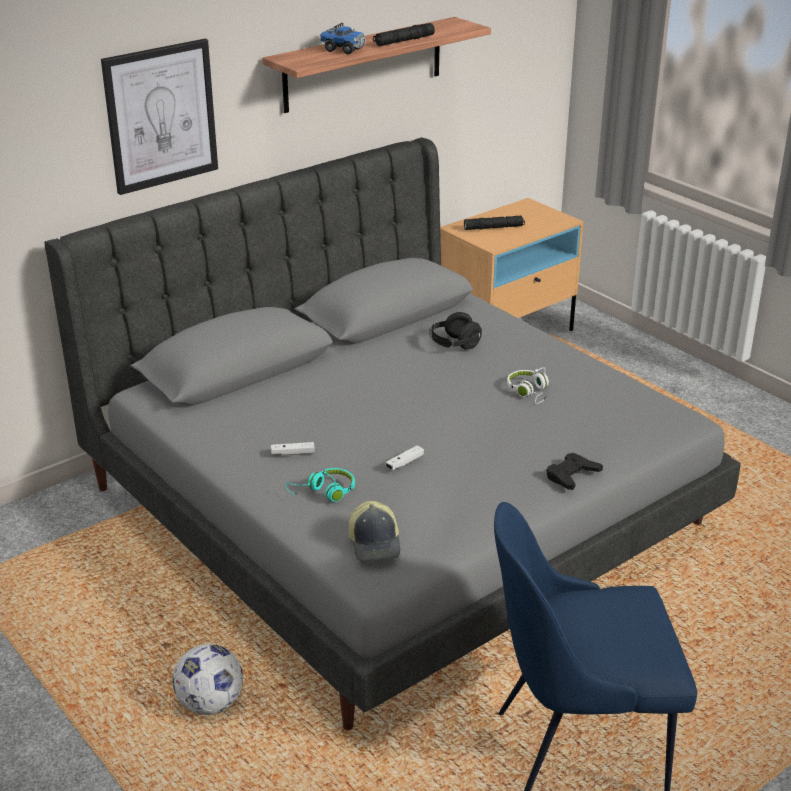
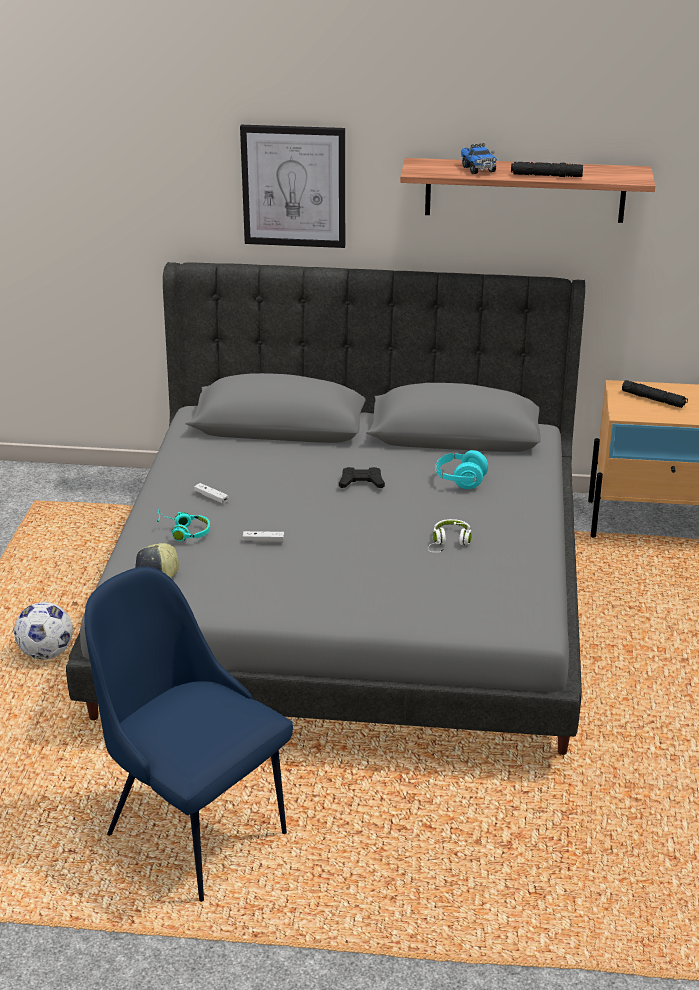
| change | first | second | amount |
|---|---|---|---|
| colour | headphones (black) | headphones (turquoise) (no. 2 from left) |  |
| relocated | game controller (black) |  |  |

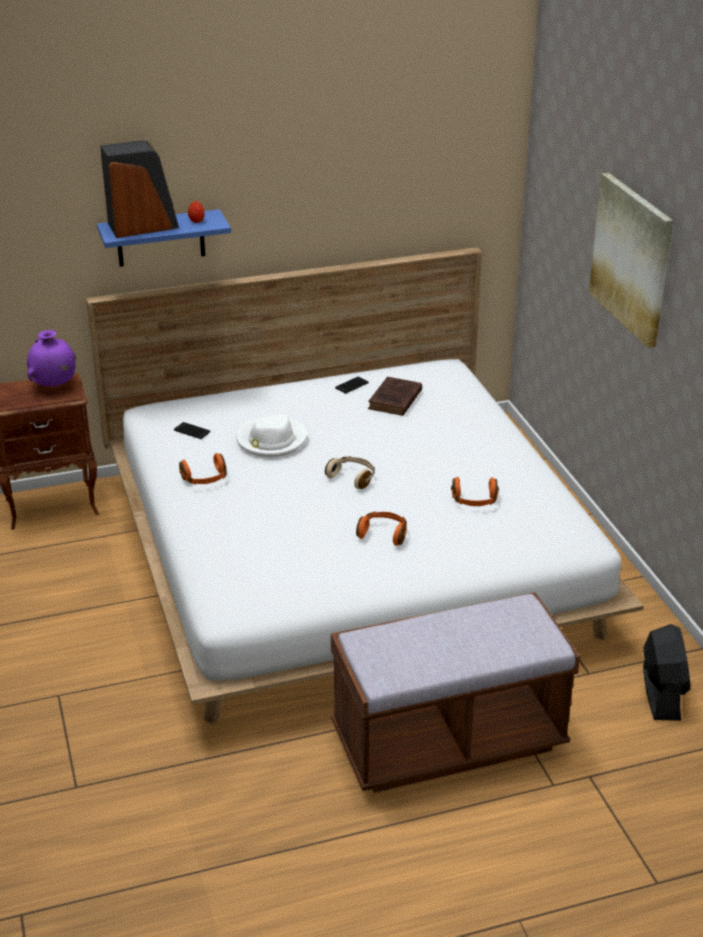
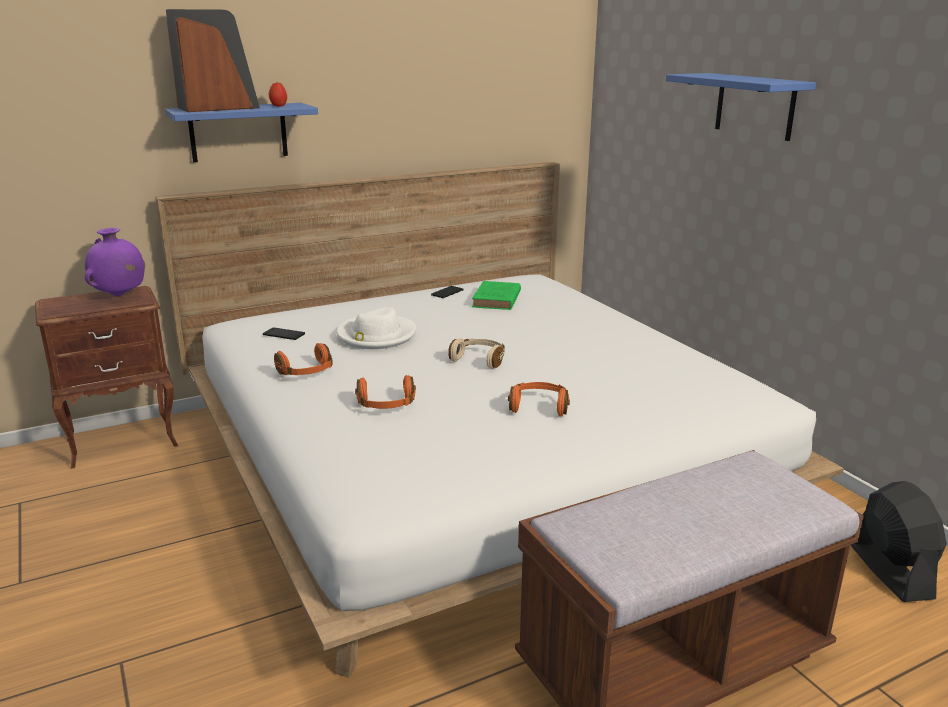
| change | first | second | amount |
|---|---|---|---|
| exchanged | picture | shelf (blue) (no. 2 from left) |  |
| colour | book (brown) | book (green) |  |
| relocated | headphones (orange) (no. 3 from left in the first image) | headphones (orange) (no. 2 from left) |  |

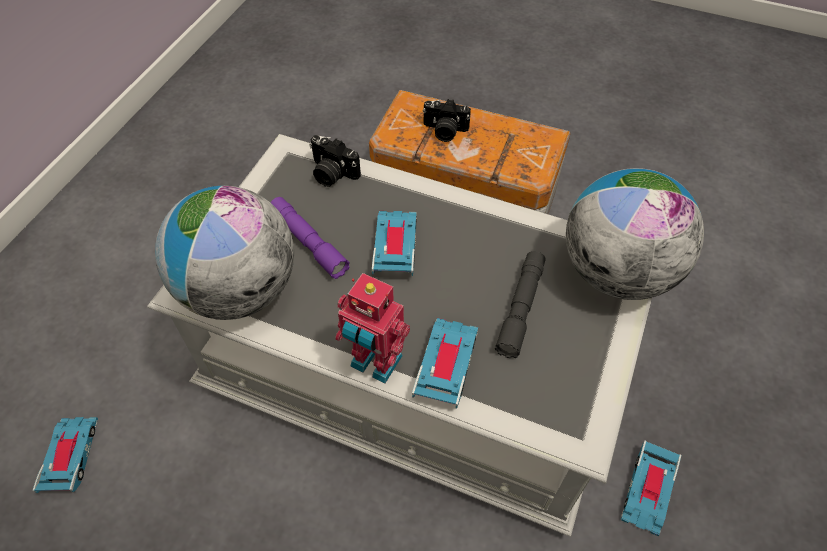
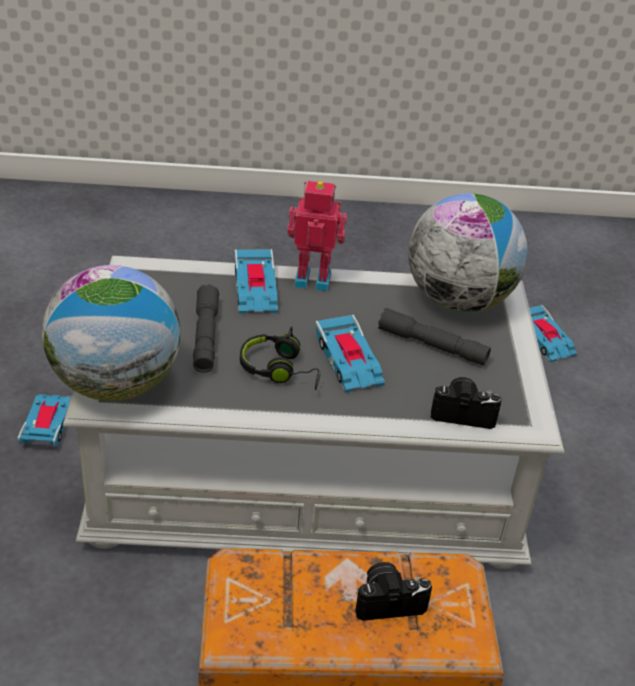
| change | first | second | amount |
|---|---|---|---|
| colour | flashlight (purple) | flashlight (grey) (no. 2 from left) |  |
| appeared |  | headphones (black) |  |

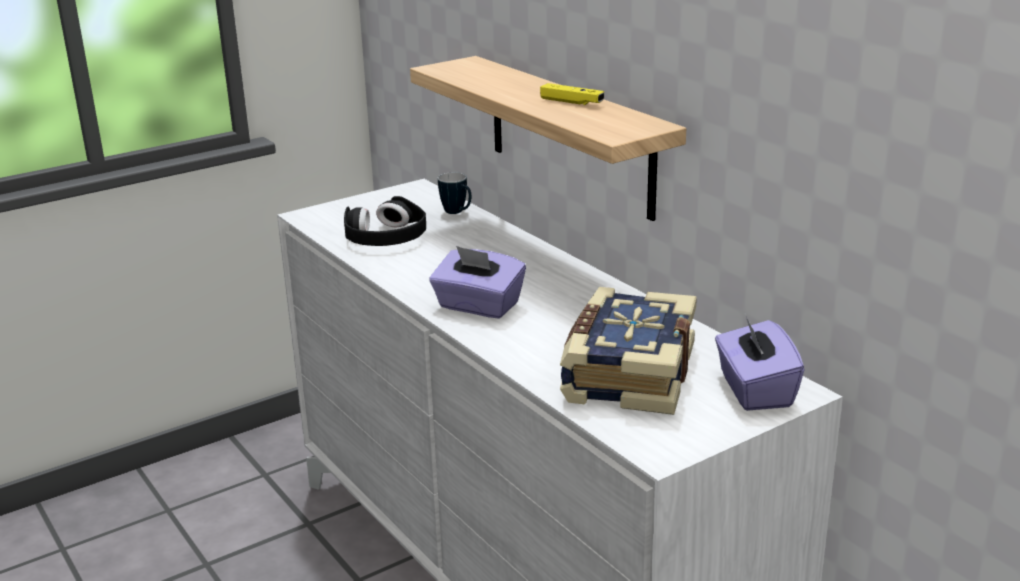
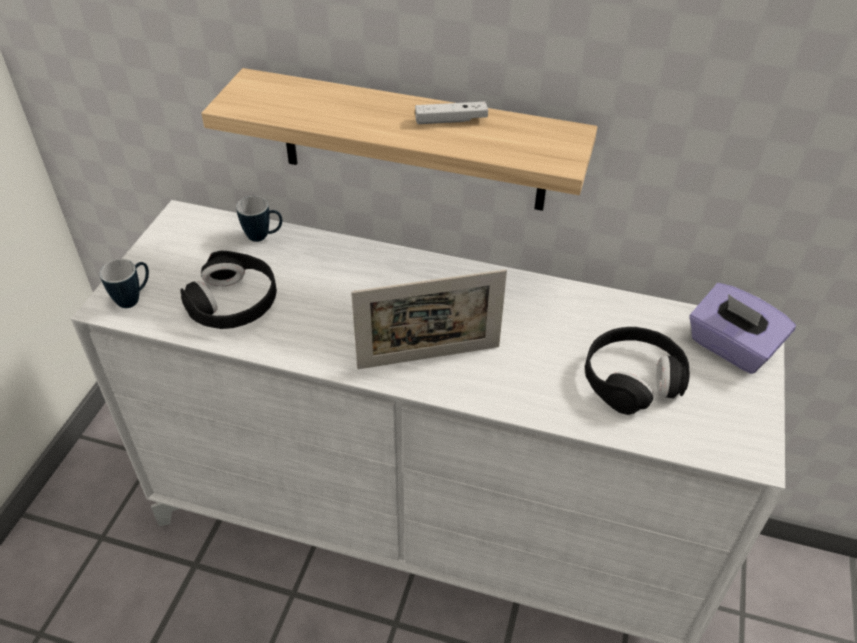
| change | first | second | amount |
|---|---|---|---|
| colour | game controller (yellow) | game controller (white) |  |
| exchanged | tissue box (purple) (no. 1 from left) | picture frame |  |
| exchanged | book | headphones (black) (no. 2 from left) |  |
| appeared |  | mug (no. 1 from left) |  |

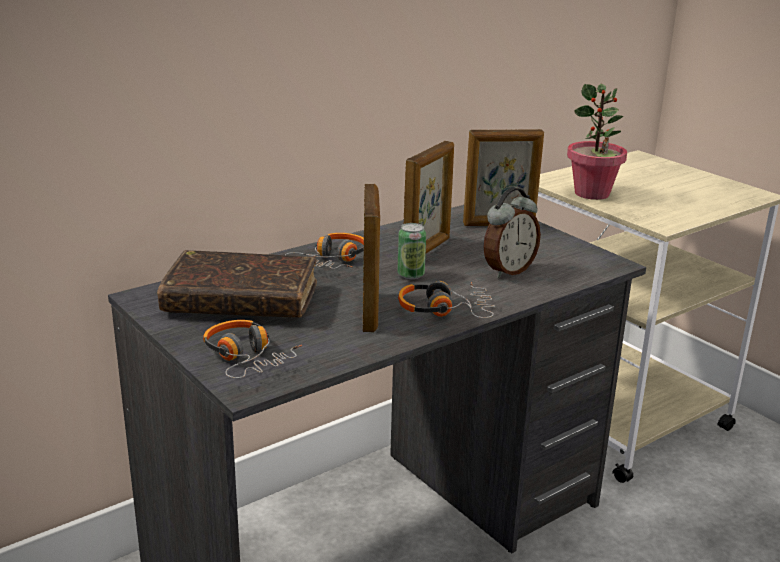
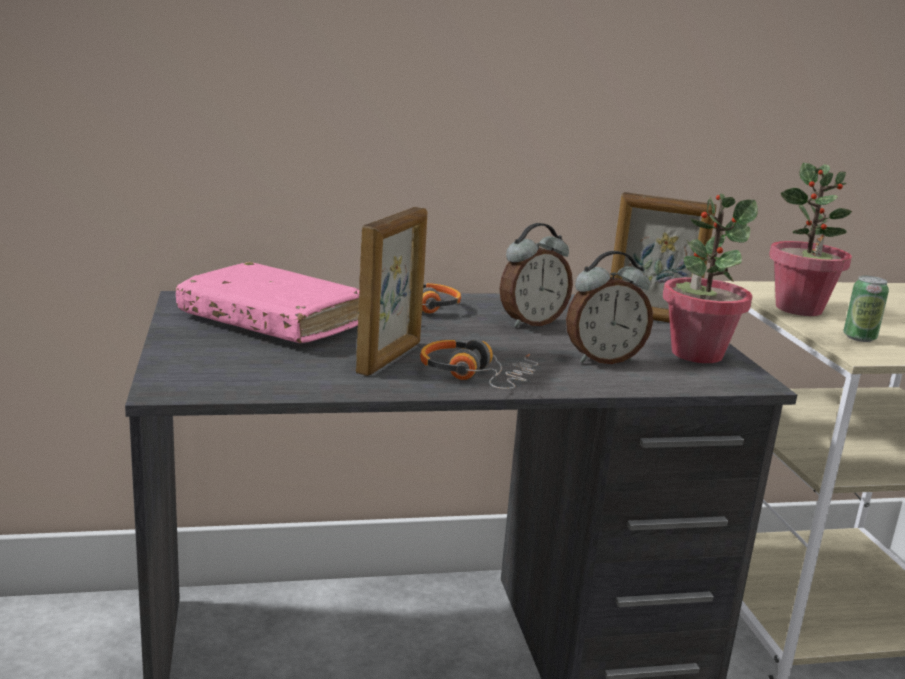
| change | first | second | amount |
|---|---|---|---|
| exchanged | picture frame (no. 2 from left) | alarm clock (no. 1 from left) |  |
| relocated | can |  |  |
| colour | book (brown) | book (pink) |  |
| missing | headphones (no. 1 from left) |  |  |
| appeared |  | potted plant (no. 1 from left) |  |

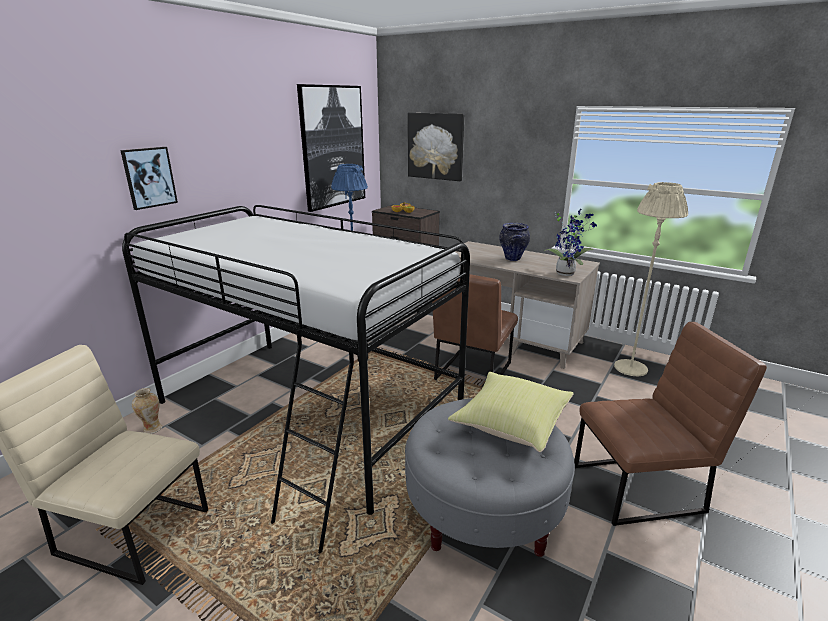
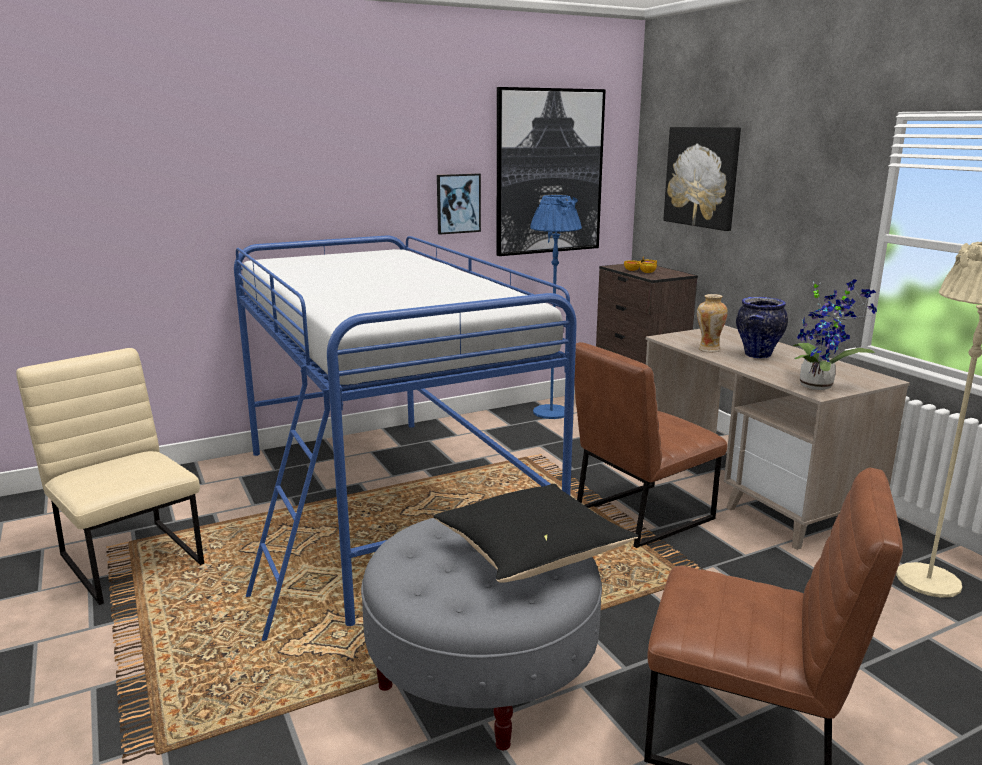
| change | first | second | amount |
|---|---|---|---|
| relocated | picture (no. 1 from left) |  |  |
| colour | bed (black) | bed (blue) |  |
| colour | pillow (yellow) | pillow (black) |  |
| relocated | vase (no. 1 from left) |  |  |

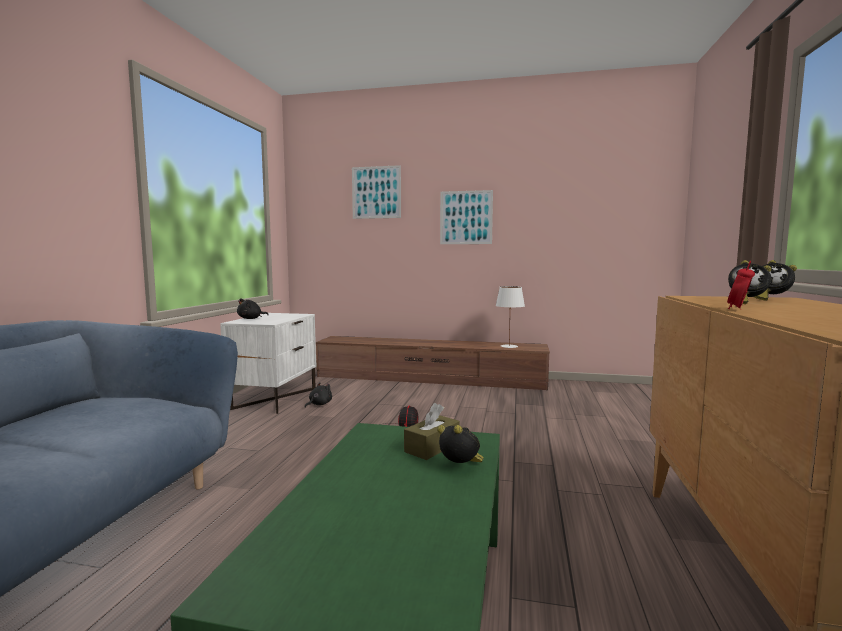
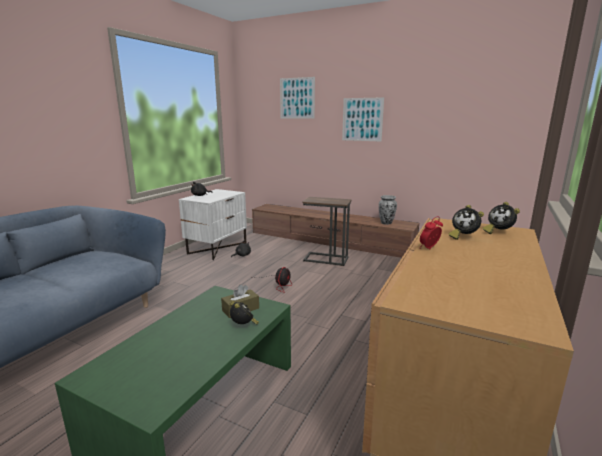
| change | first | second | amount |
|---|---|---|---|
| exchanged | table lamp (white) | vase |  |
| appeared |  | side table (brown) |  |

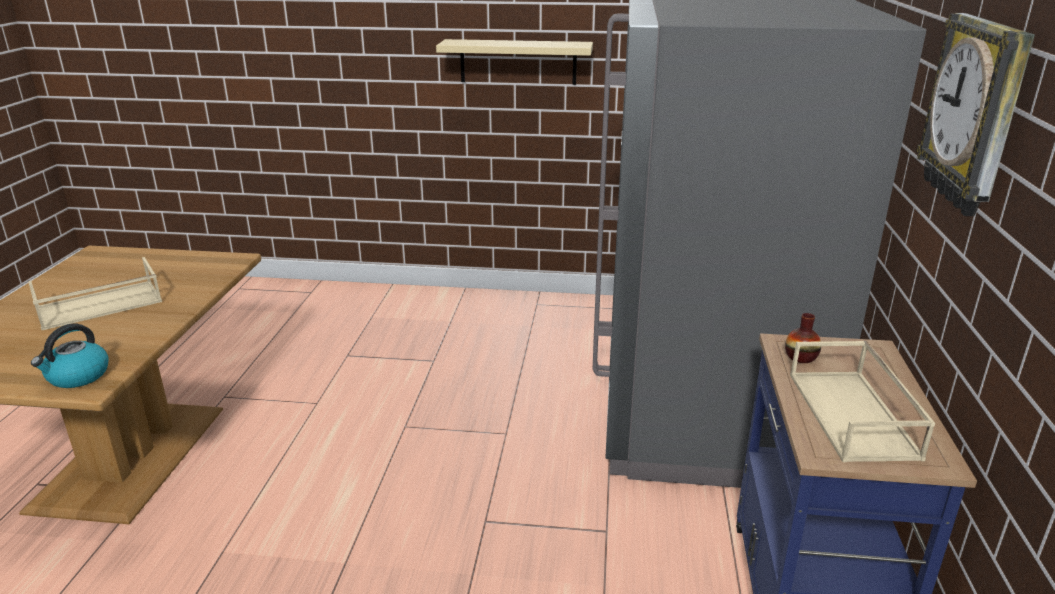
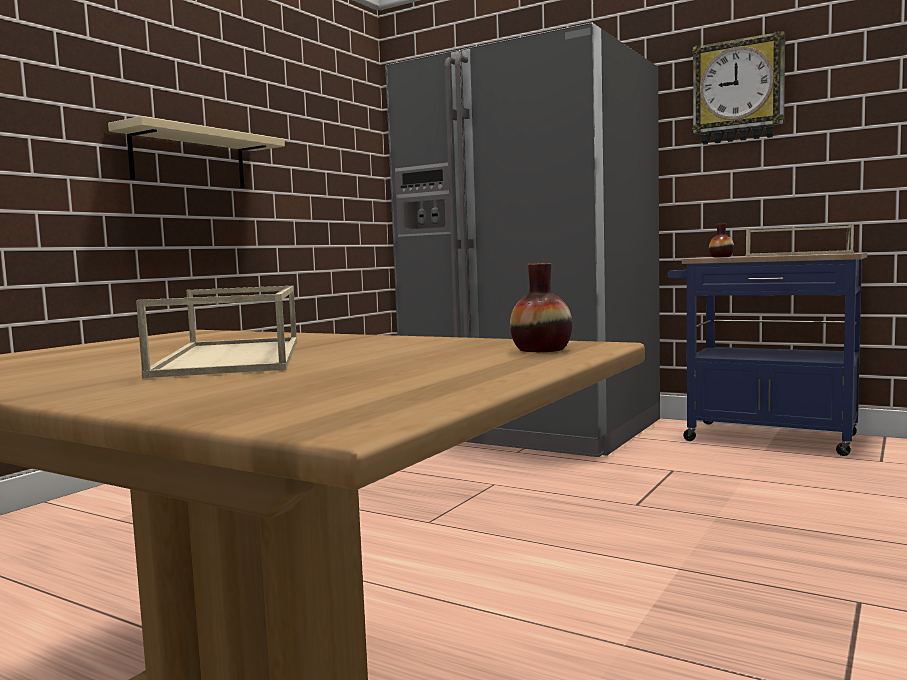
| change | first | second | amount |
|---|---|---|---|
| exchanged | kettle | vase (no. 1 from left) |  |

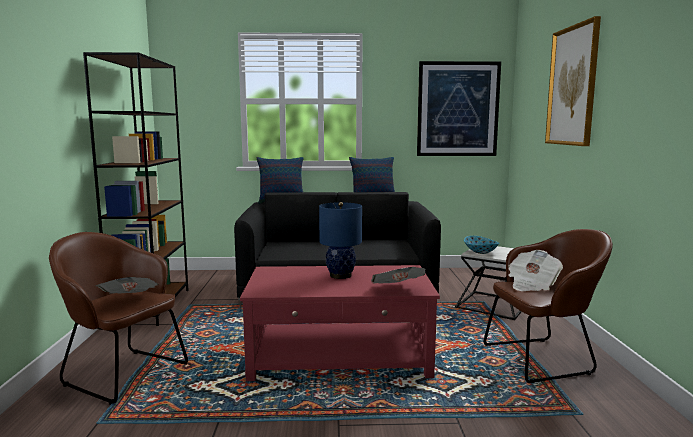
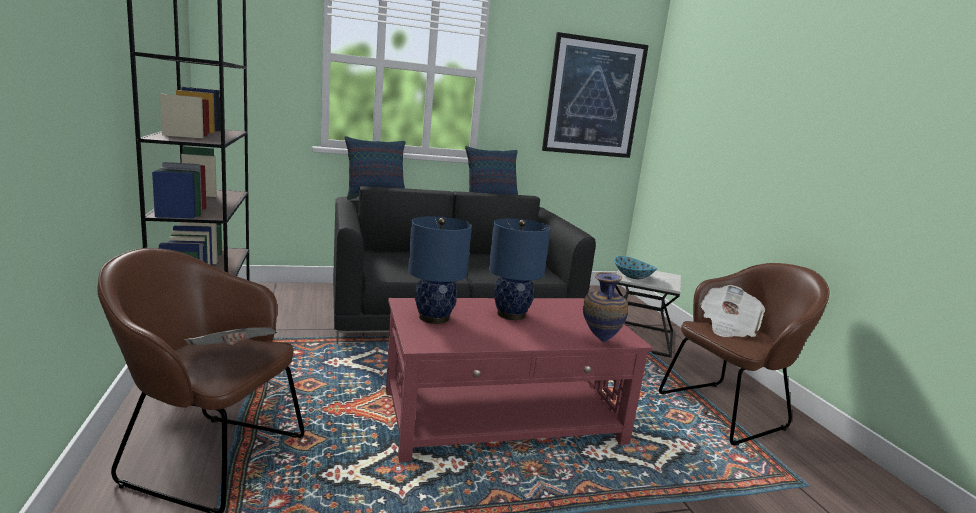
| change | first | second | amount |
|---|---|---|---|
| missing | picture (no. 2 from left) |  |  |
| exchanged | newspaper (no. 2 from left) | vase |  |
| appeared |  | table lamp (blue) (no. 1 from left) |  |

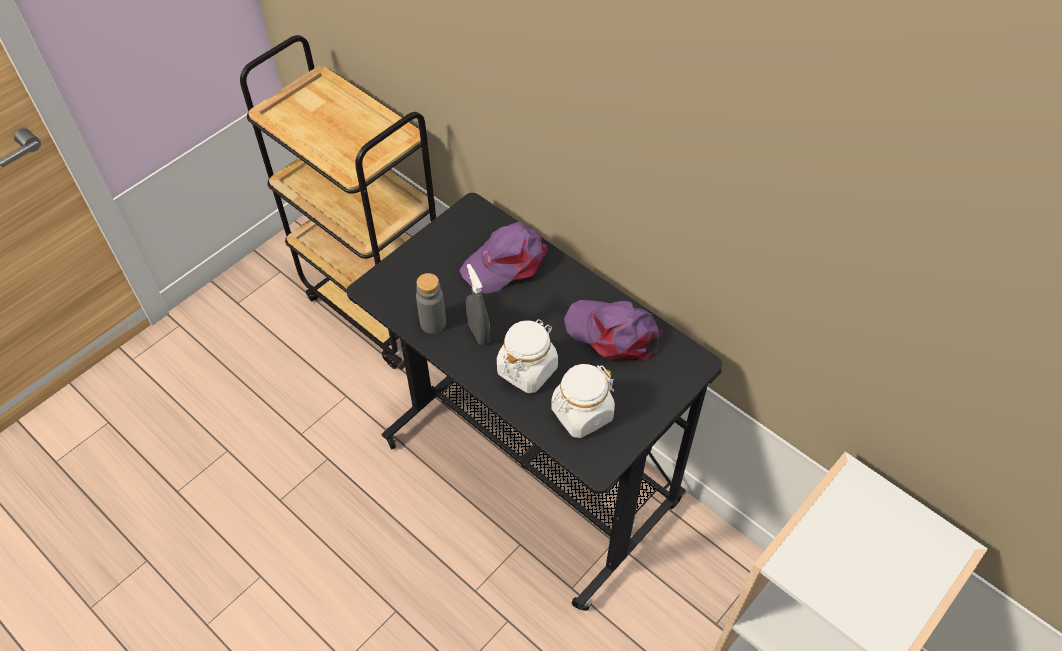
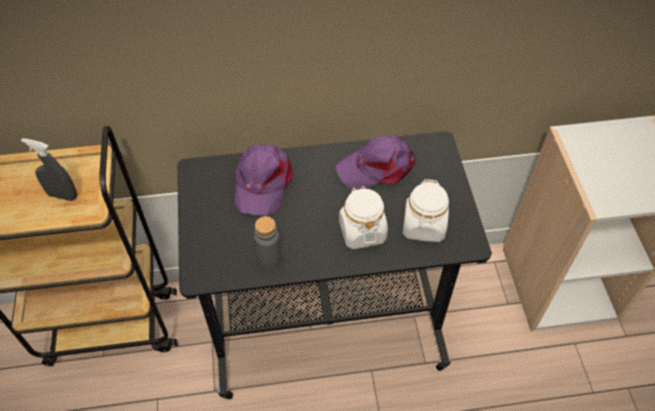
| change | first | second | amount |
|---|---|---|---|
| relocated | spray bottle (grey) |  |  |

